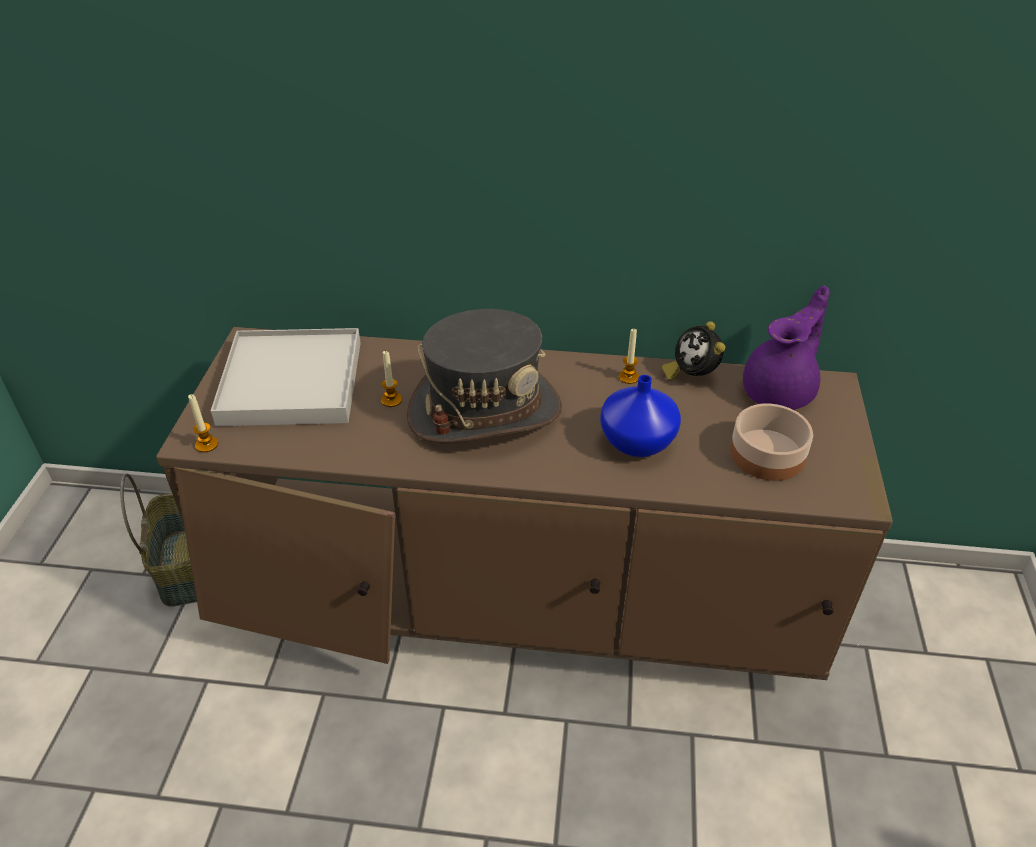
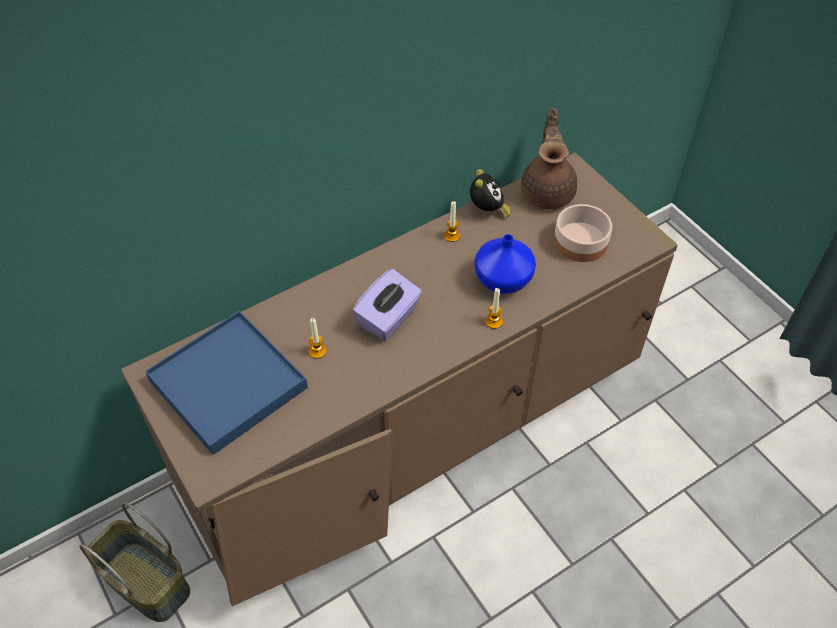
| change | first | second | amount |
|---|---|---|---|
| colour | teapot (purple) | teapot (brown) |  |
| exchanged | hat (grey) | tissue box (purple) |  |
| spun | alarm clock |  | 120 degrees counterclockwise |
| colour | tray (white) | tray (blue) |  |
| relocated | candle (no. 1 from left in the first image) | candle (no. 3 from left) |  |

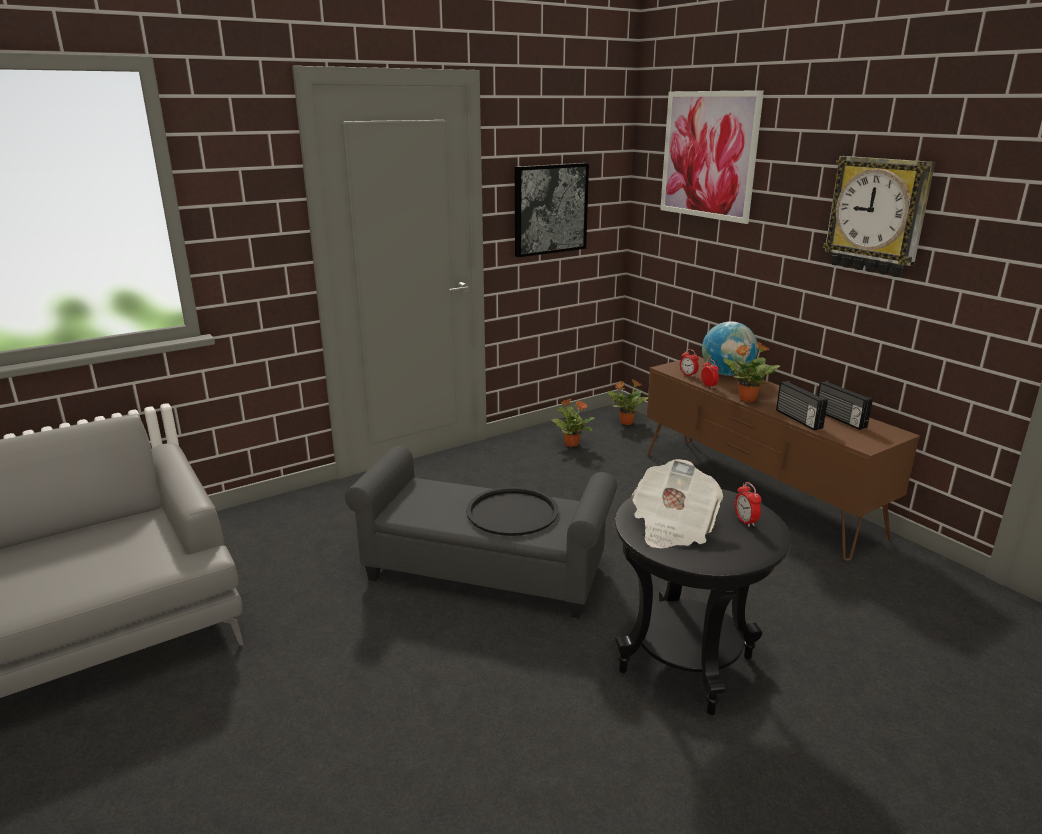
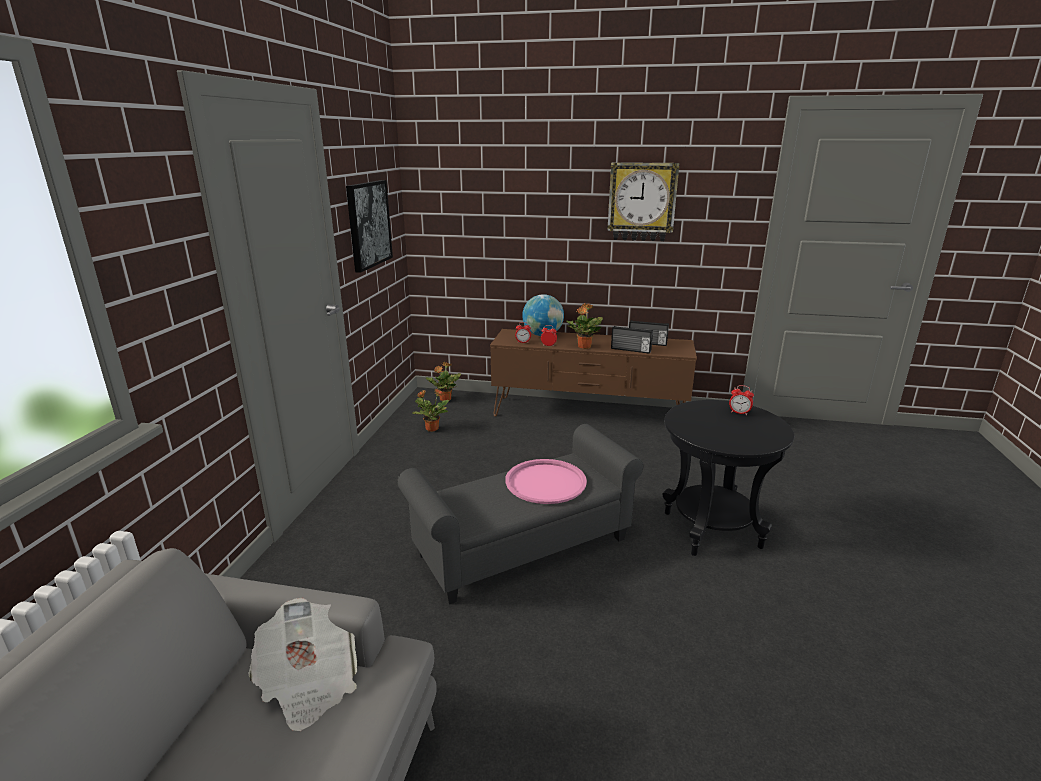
| change | first | second | amount |
|---|---|---|---|
| missing | picture (no. 2 from left) |  |  |
| relocated | newspaper |  |  |
| colour | tray (black) | tray (pink) |  |

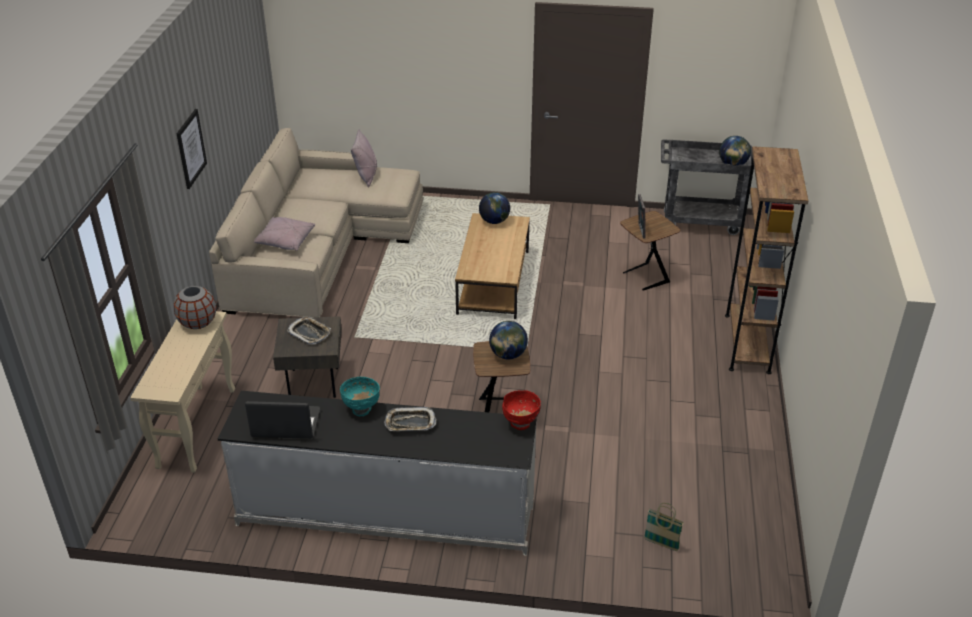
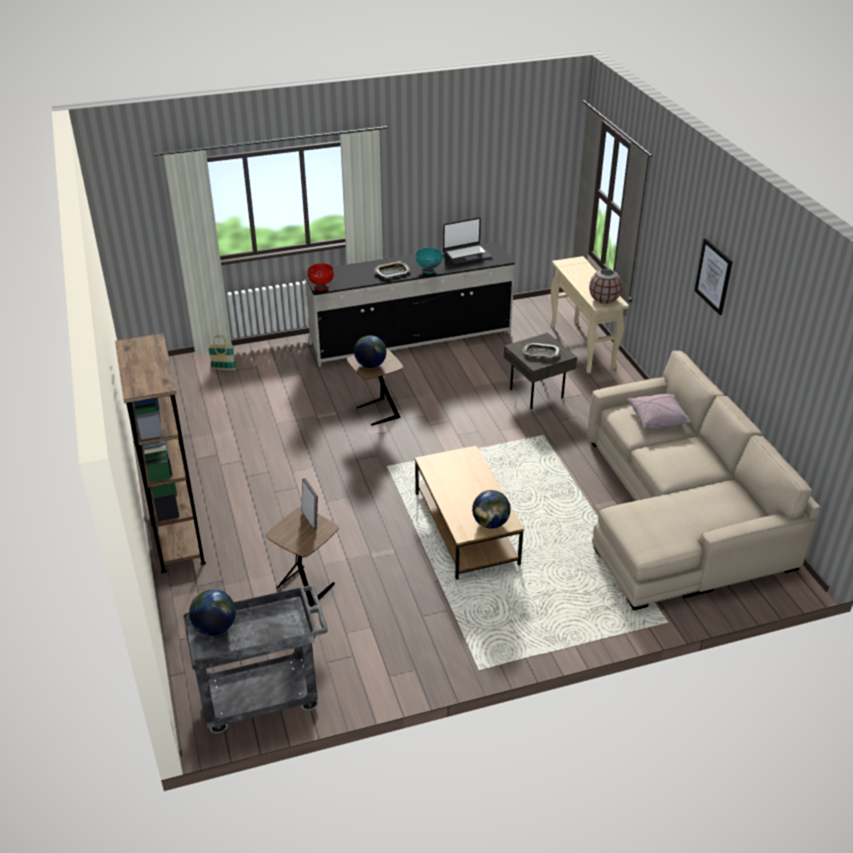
| change | first | second | amount |
|---|---|---|---|
| missing | pillow (purple) (no. 2 from left) |  |  |

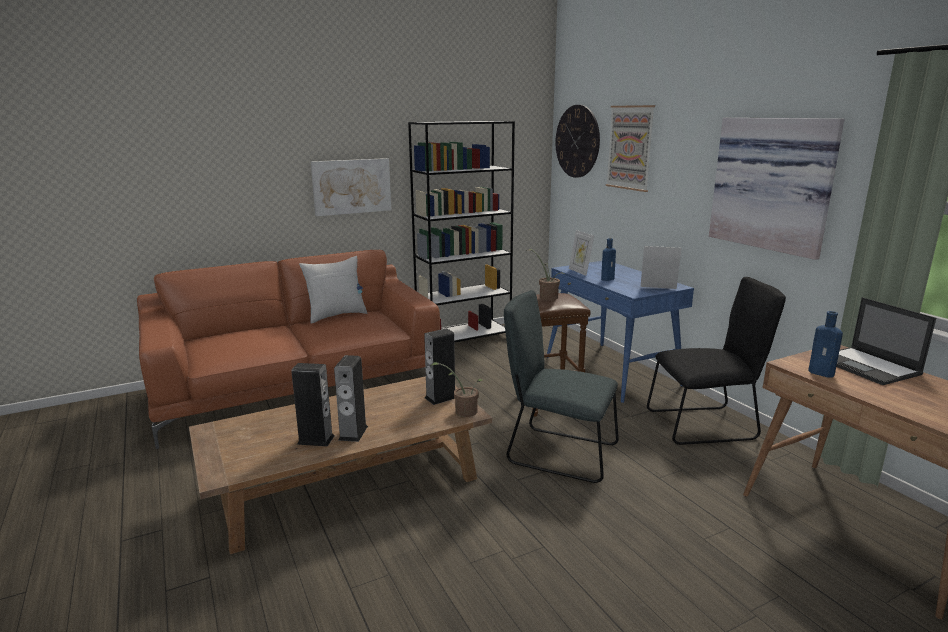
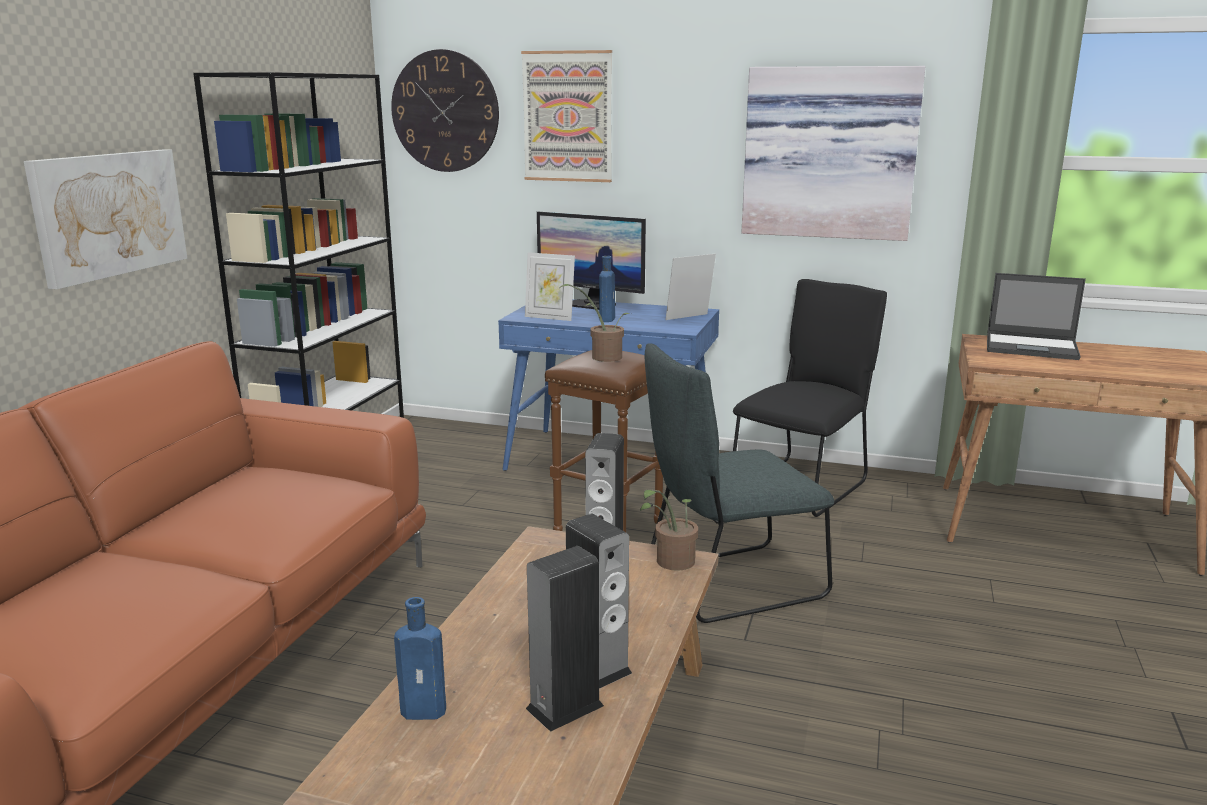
| change | first | second | amount |
|---|---|---|---|
| missing | pillow (grey) |  |  |
| relocated | bottle (blue) (no. 2 from left in the first image) | bottle (blue) (no. 1 from left) |  |
| appeared |  | monitor |  |

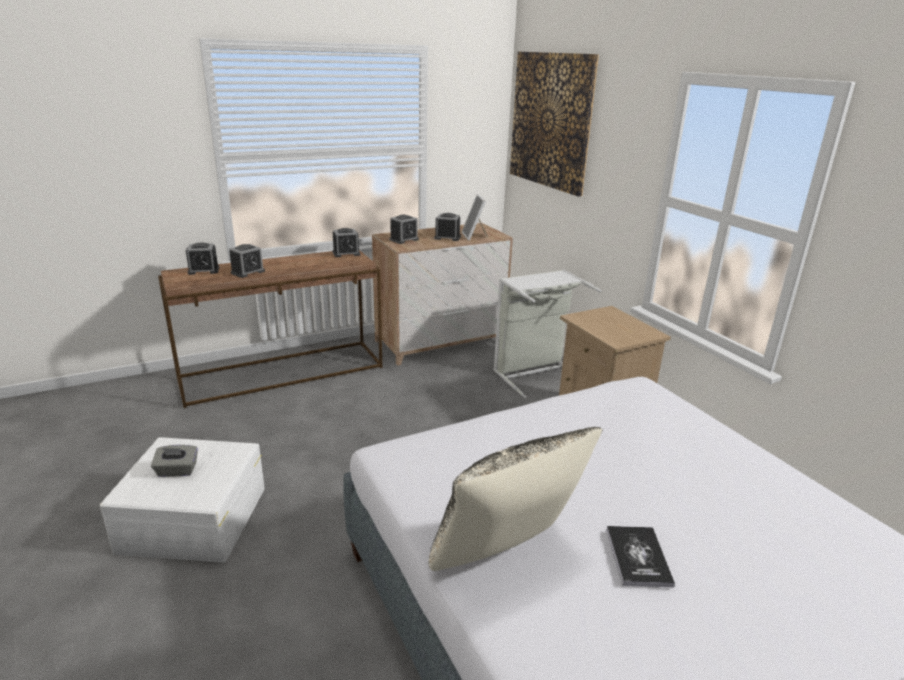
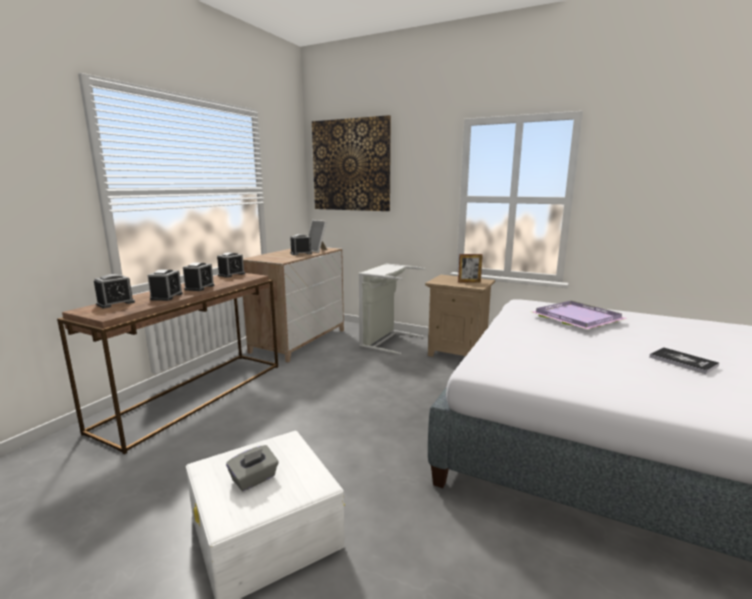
| change | first | second | amount |
|---|---|---|---|
| relocated | alarm clock (no. 4 from left in the first image) | alarm clock (no. 3 from left) |  |
| missing | pillow (beige) |  |  |
| appeared |  | picture frame (no. 2 from left) |  |
| appeared |  | tray (purple) |  |

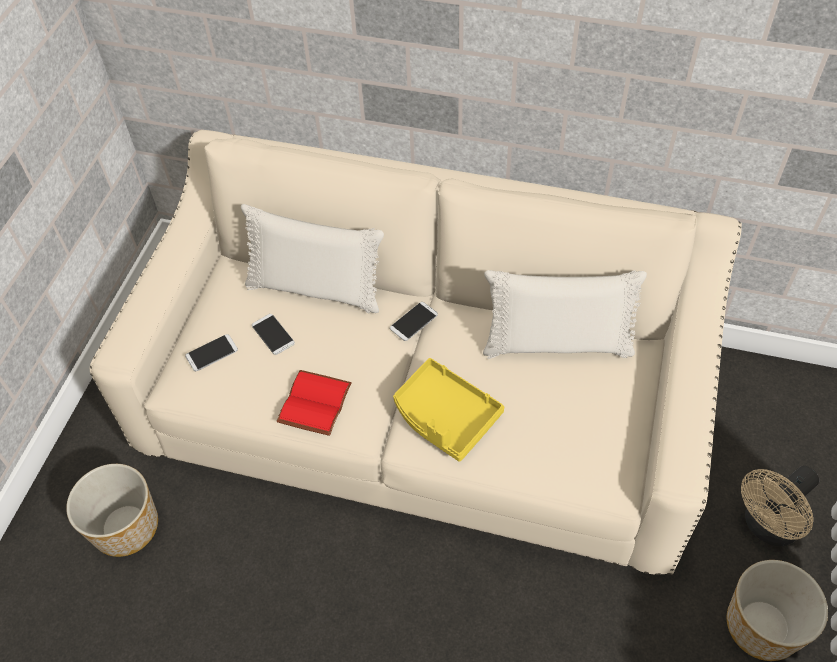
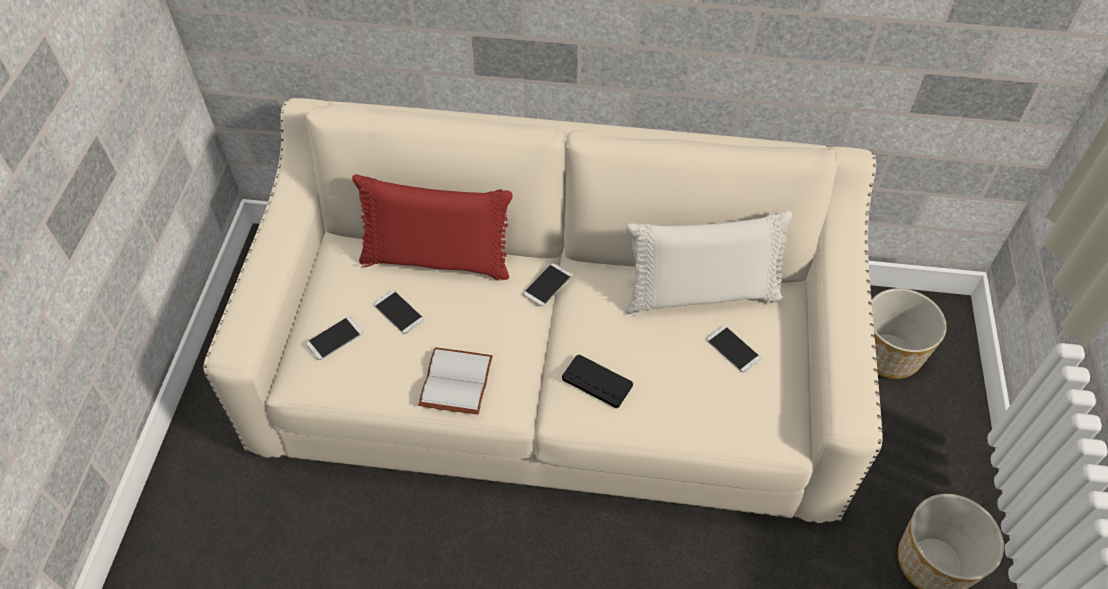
| change | first | second | amount |
|---|---|---|---|
| colour | pillow (white) (no. 1 from left) | pillow (red) |  |
| exchanged | tray (yellow) | game controller (black) |  |
| colour | book (red) | book (white) |  |
| relocated | planter (no. 1 from left) |  |  |
| missing | fan (beige) |  |  |
| appeared |  | phone (no. 4 from left) |  |

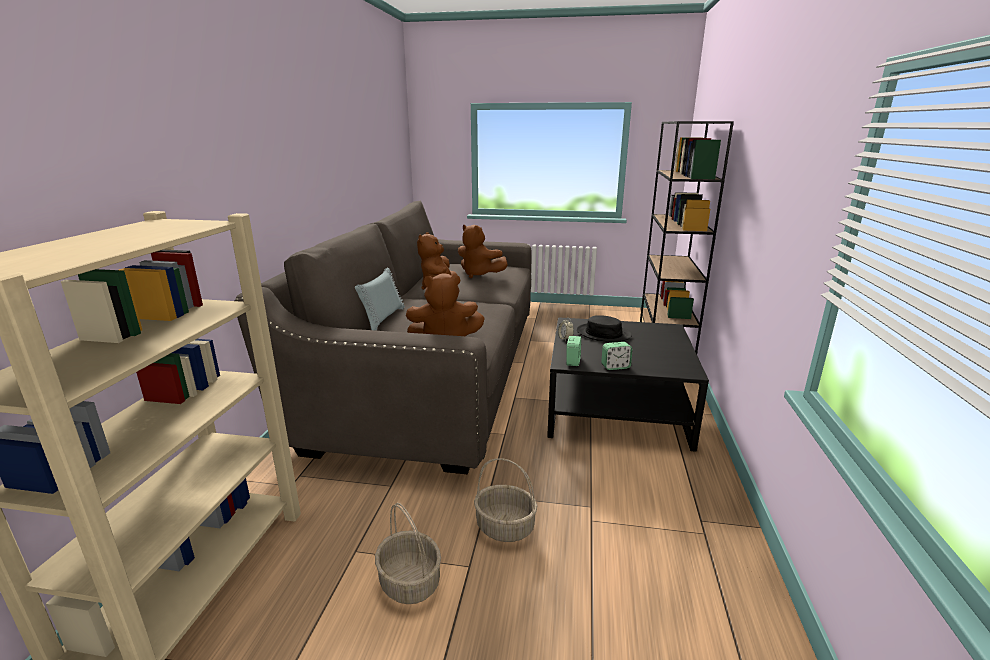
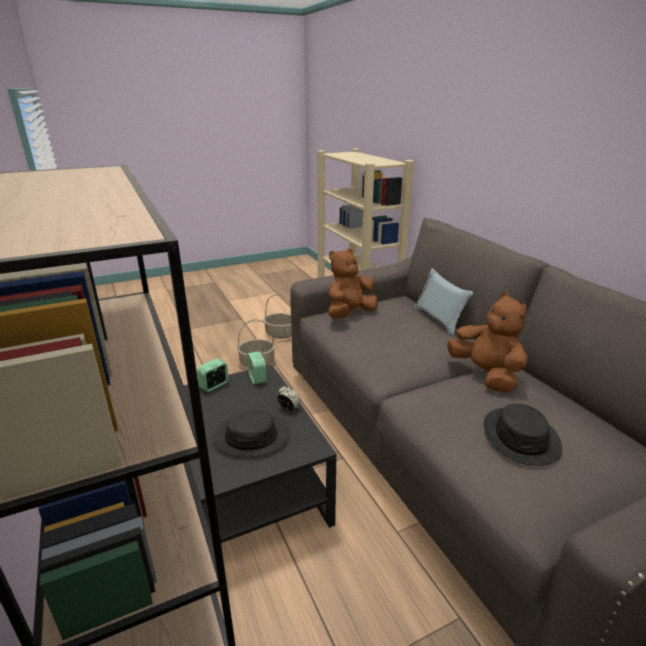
| change | first | second | amount |
|---|---|---|---|
| exchanged | plush toy (brown) (no. 3 from left) | hat (black) (no. 2 from left) |  |

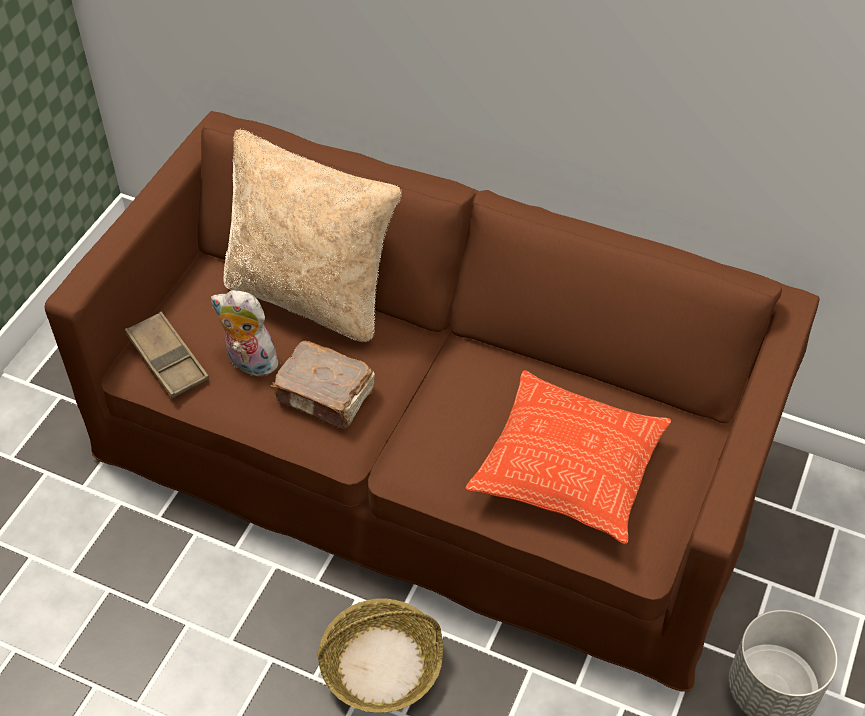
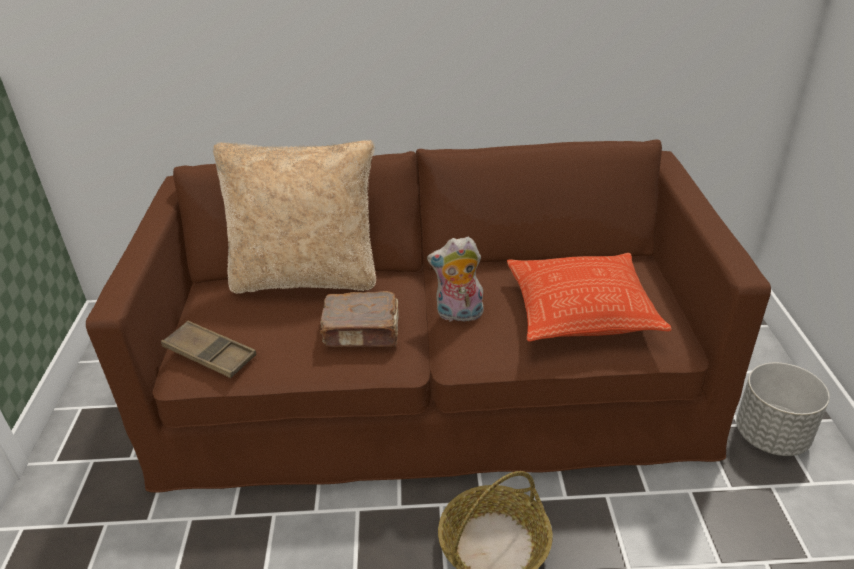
| change | first | second | amount |
|---|---|---|---|
| relocated | plush toy |  |  |

